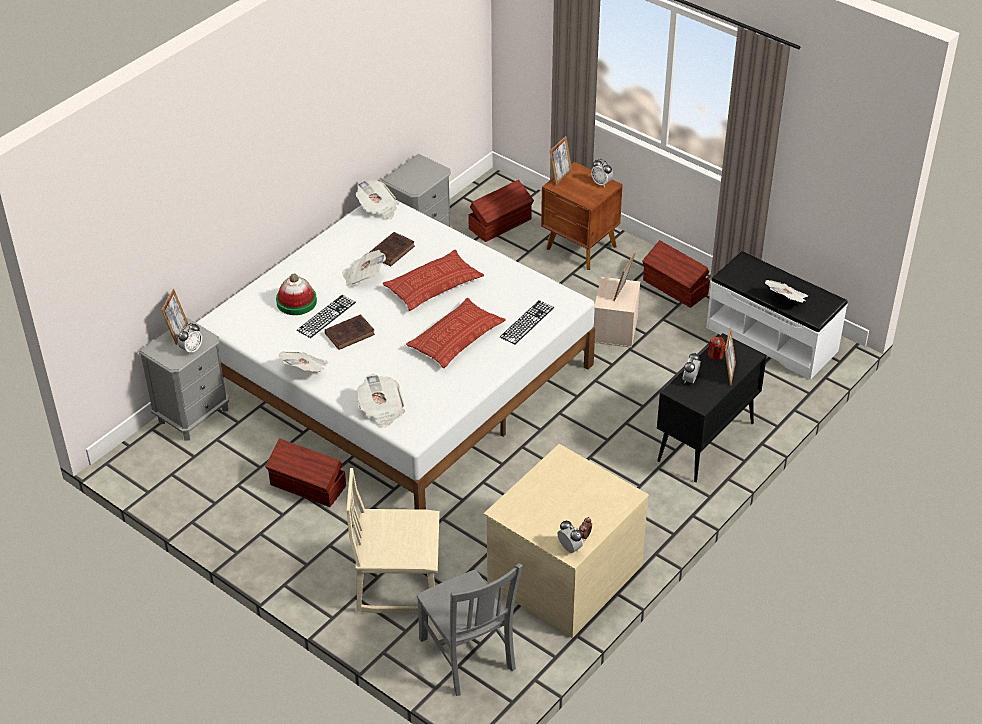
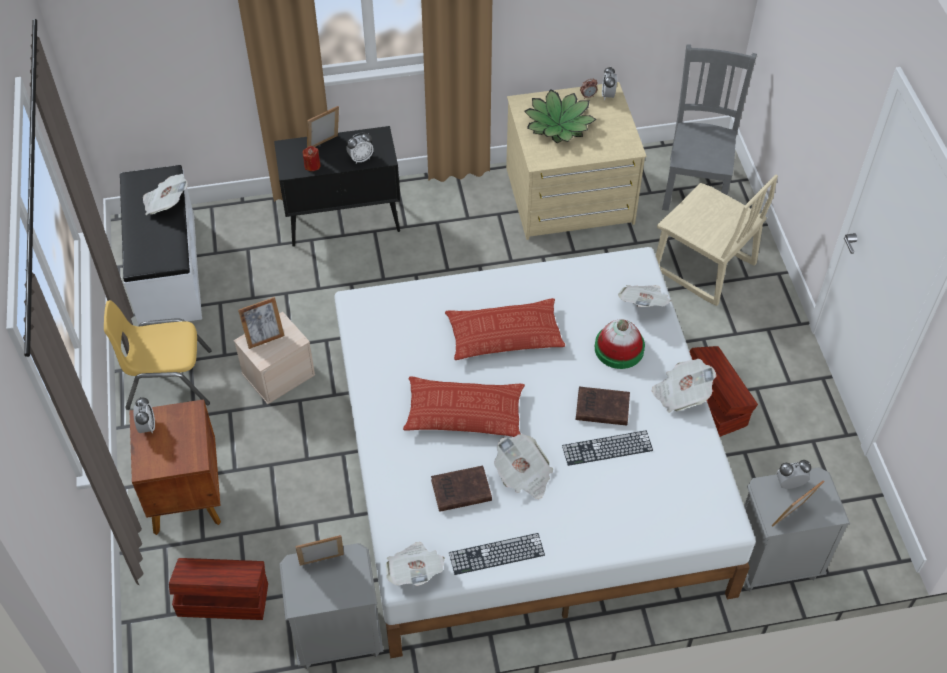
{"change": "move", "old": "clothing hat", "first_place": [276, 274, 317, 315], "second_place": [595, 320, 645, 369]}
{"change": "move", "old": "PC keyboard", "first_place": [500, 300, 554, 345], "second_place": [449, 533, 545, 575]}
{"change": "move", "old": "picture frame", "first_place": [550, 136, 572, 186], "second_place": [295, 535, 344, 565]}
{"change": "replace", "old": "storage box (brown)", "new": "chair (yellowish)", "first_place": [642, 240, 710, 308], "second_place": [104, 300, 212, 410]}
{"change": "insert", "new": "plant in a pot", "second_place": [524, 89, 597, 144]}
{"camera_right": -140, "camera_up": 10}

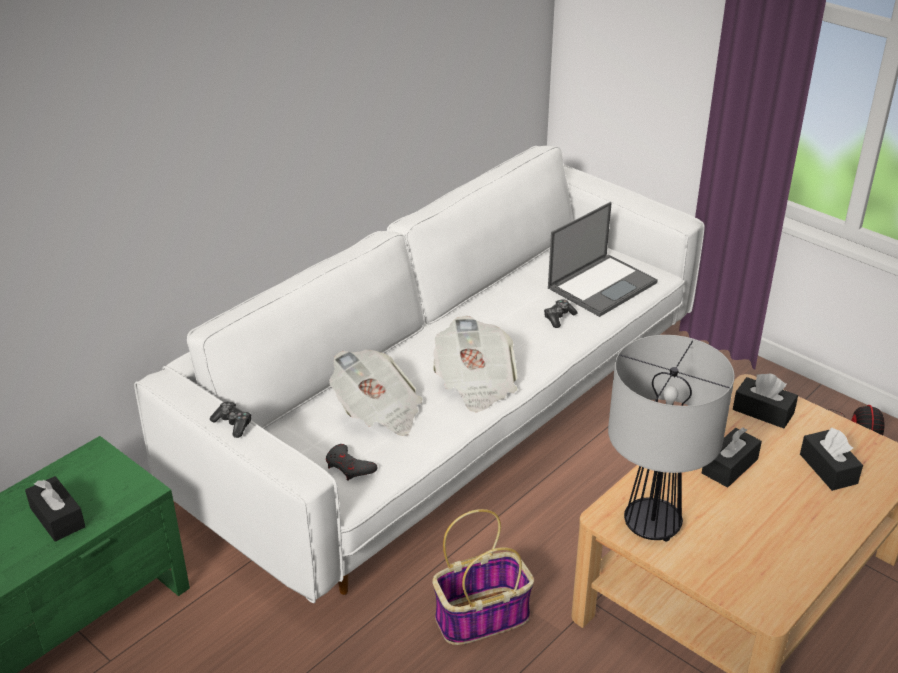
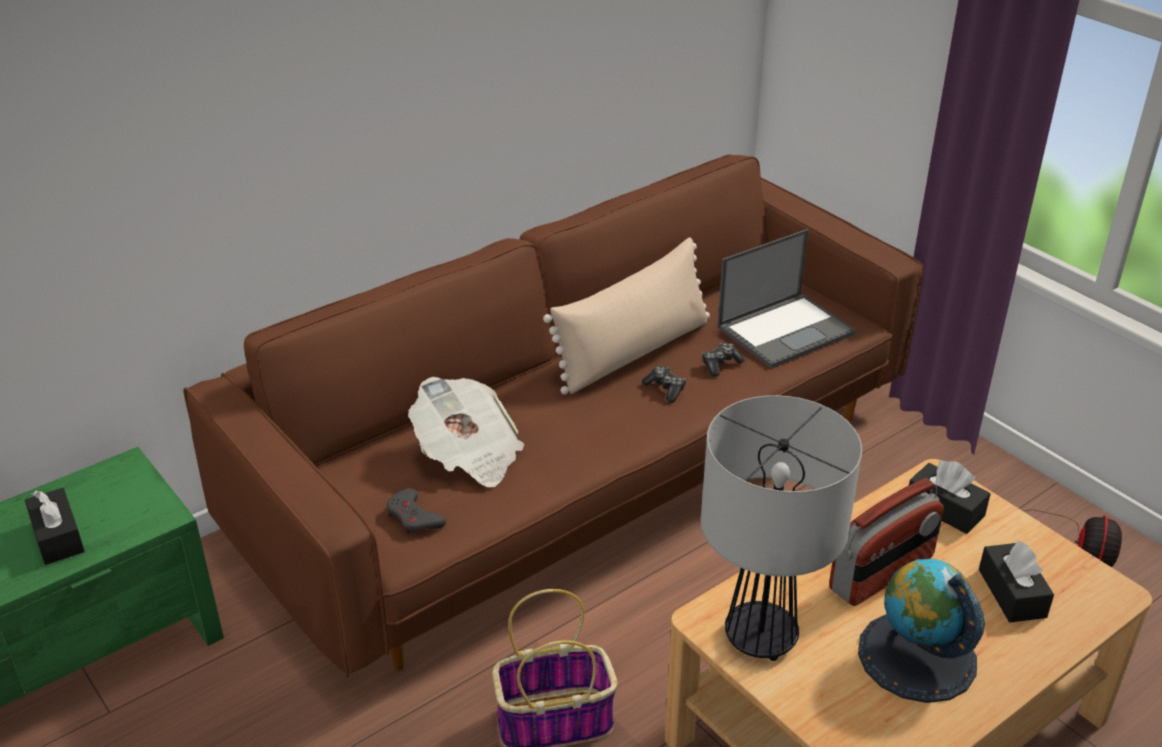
{"change": "recolor", "old": "sofa (whitish)", "new": "sofa (brown)", "first_place": [134, 146, 705, 603], "second_place": [183, 154, 924, 677]}
{"change": "move", "old": "gamepad", "first_place": [210, 402, 251, 438], "second_place": [642, 366, 686, 403]}
{"change": "delete", "old": "daily paper", "first_place": [433, 316, 517, 413]}
{"change": "replace", "old": "tissue holder (blackish)", "new": "radio set", "first_place": [702, 427, 762, 487], "second_place": [829, 478, 944, 606]}
{"change": "insert", "new": "throw pillow (beige)", "second_place": [543, 238, 710, 395]}
{"change": "insert", "new": "globe", "second_place": [858, 559, 985, 703]}
{"camera_right": 10, "camera_up": 0}

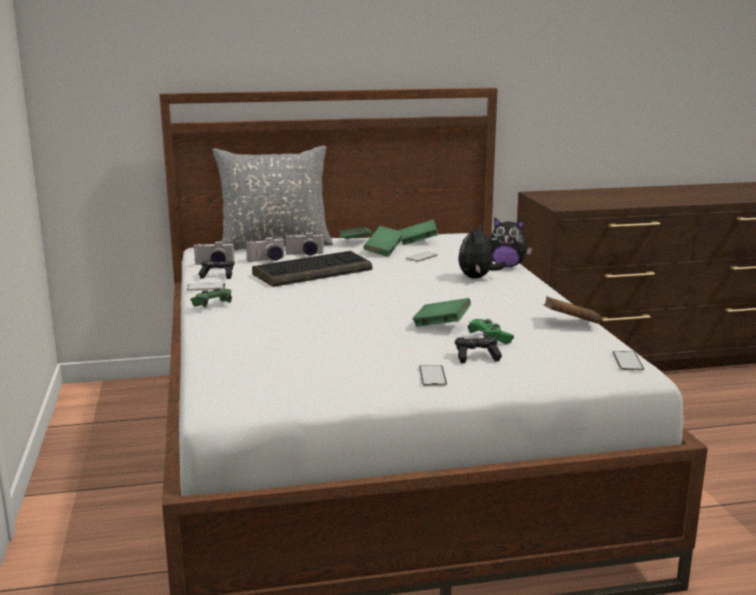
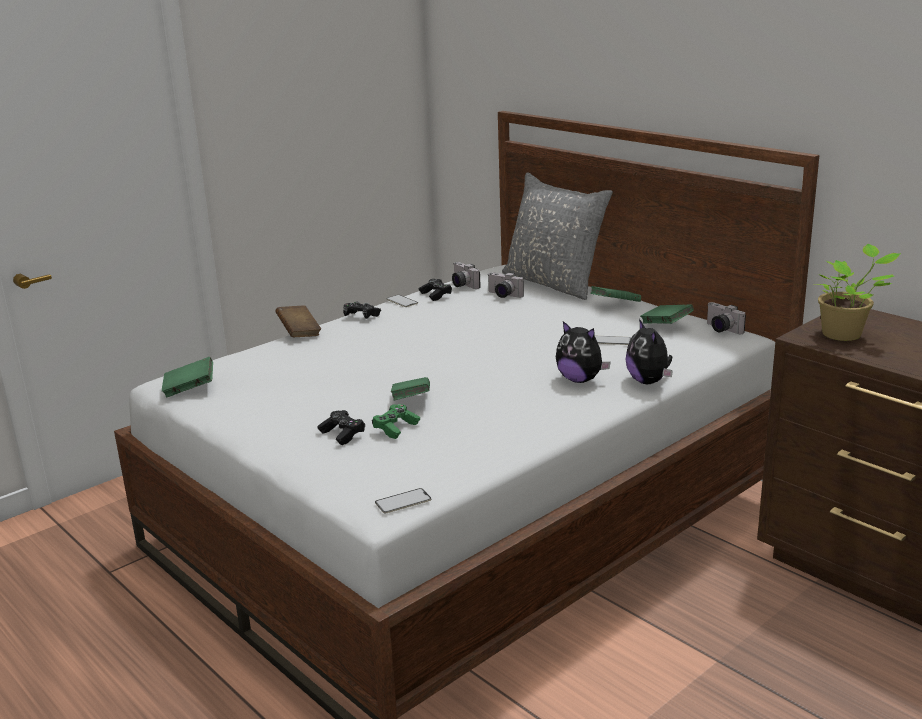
{"change": "recolor", "old": "gamepad (greenish)", "new": "gamepad (blackish)", "first_place": [190, 288, 232, 307], "second_place": [343, 301, 381, 319]}
{"change": "delete", "old": "PC keyboard", "first_place": [252, 251, 372, 287]}
{"change": "move", "old": "photo camera", "first_place": [285, 232, 324, 256], "second_place": [707, 302, 746, 334]}
{"change": "move", "old": "volume (greenish)", "first_place": [364, 226, 404, 257], "second_place": [162, 357, 213, 397]}
{"change": "delete", "old": "phone", "first_place": [419, 365, 447, 386]}
{"change": "rotate", "old": "cuddly toy", "first_place": [458, 224, 506, 279], "second_place": [556, 321, 611, 383], "degrees": -135}
{"change": "move", "old": "volume (brown)", "first_place": [544, 296, 601, 324], "second_place": [275, 305, 321, 337]}
{"change": "insert", "new": "plant in a pot", "second_place": [814, 244, 901, 341]}
{"camera_right": 60, "camera_up": 5}

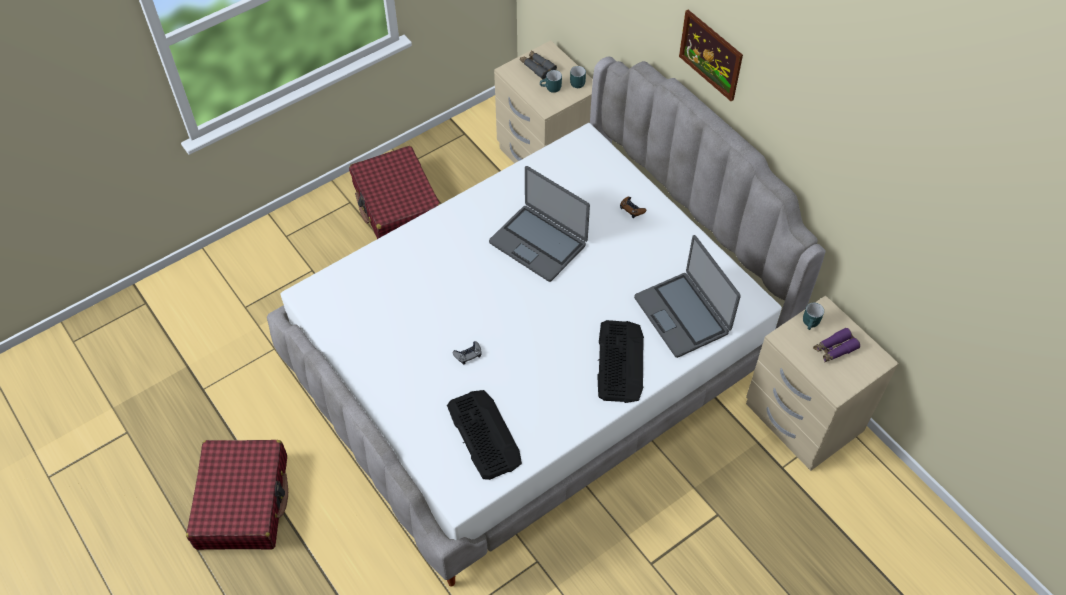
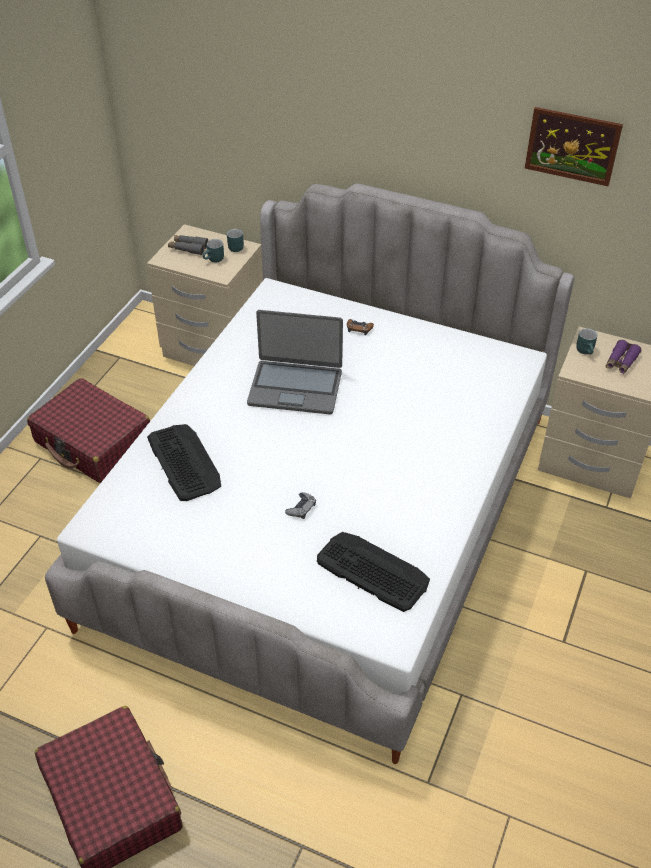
{"change": "move", "old": "PC keyboard", "first_place": [597, 320, 644, 403], "second_place": [147, 424, 221, 501]}
{"change": "delete", "old": "portable computer", "first_place": [634, 235, 741, 358]}
{"change": "move", "old": "picture", "first_place": [679, 10, 743, 101], "second_place": [525, 107, 623, 186]}
{"camera_right": -30, "camera_up": -10}

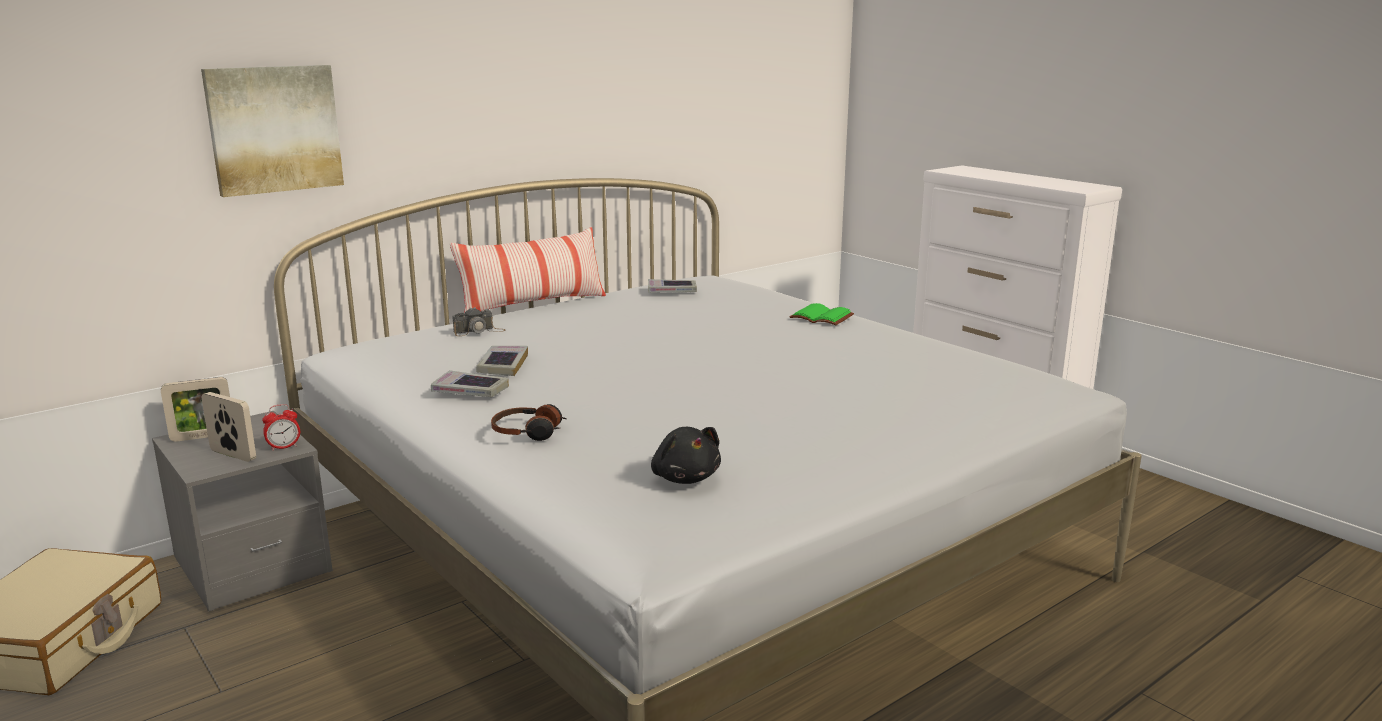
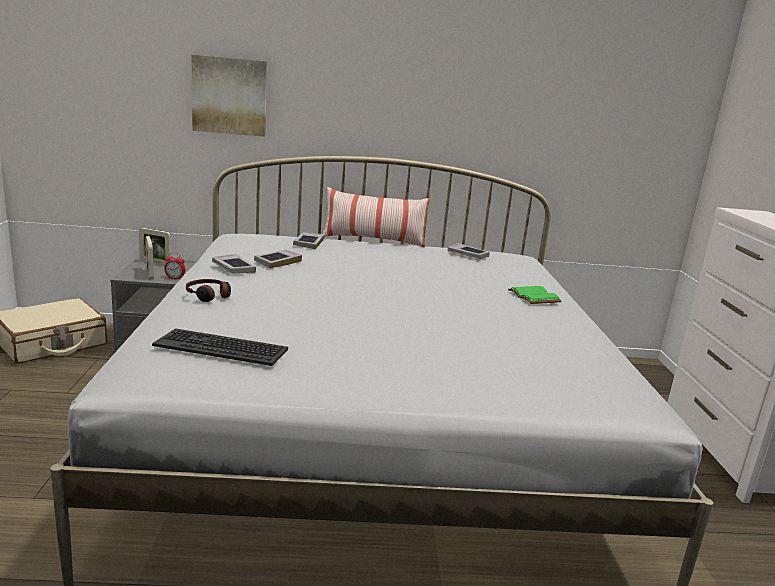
{"change": "replace", "old": "photo camera", "new": "volume", "first_place": [452, 307, 505, 336], "second_place": [293, 232, 324, 249]}
{"change": "replace", "old": "cuddly toy (blackish)", "new": "PC keyboard", "first_place": [651, 427, 721, 484], "second_place": [152, 328, 288, 366]}
{"camera_right": 35, "camera_up": 0}

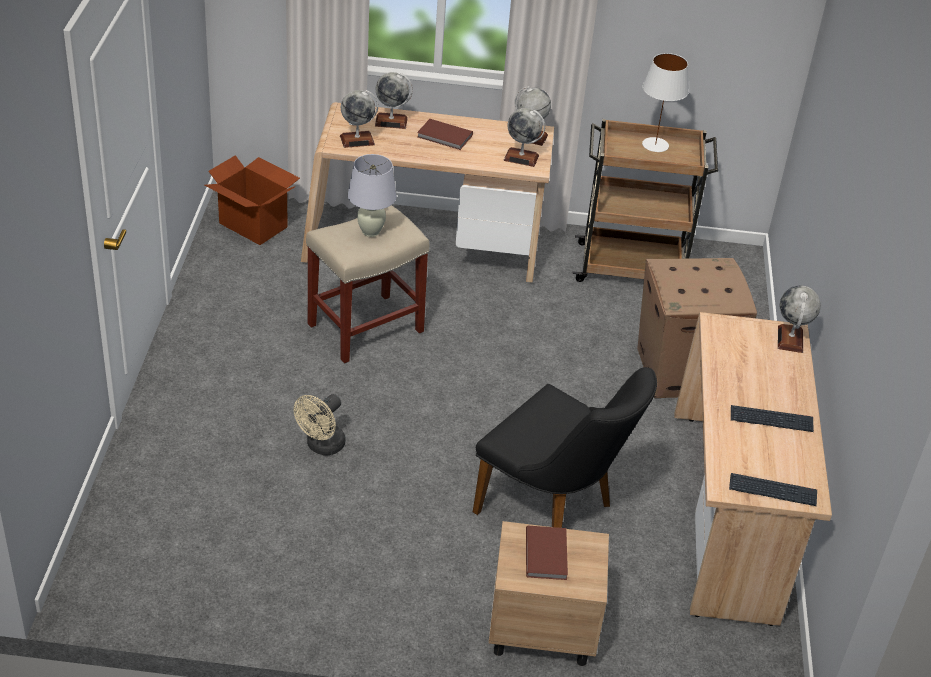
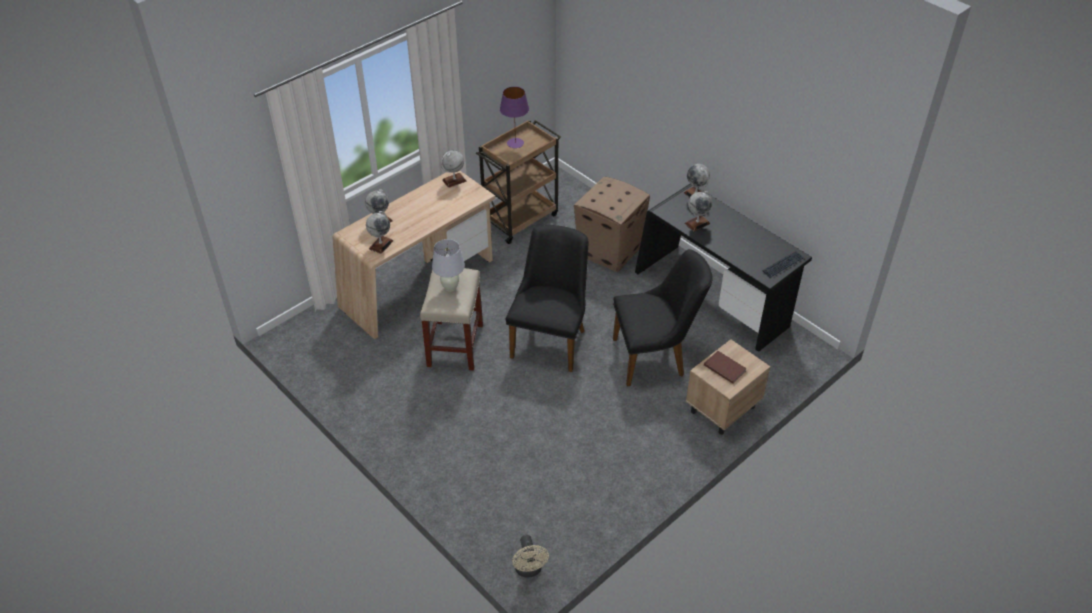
{"change": "delete", "old": "carton", "first_place": [205, 155, 300, 245]}
{"change": "move", "old": "electric fan (beige)", "first_place": [293, 394, 346, 455], "second_place": [512, 535, 549, 578]}
{"change": "delete", "old": "volume (brown)", "first_place": [417, 119, 473, 150]}
{"change": "move", "old": "globe", "first_place": [504, 108, 545, 167], "second_place": [685, 191, 712, 232]}
{"change": "recolor", "old": "table lamp (whitish)", "new": "table lamp (purple-coloured)", "first_place": [642, 53, 689, 152], "second_place": [500, 86, 529, 148]}
{"change": "recolor", "old": "desk unit (beige)", "new": "desk unit (blackish)", "first_place": [674, 312, 832, 626], "second_place": [635, 184, 812, 352]}
{"change": "delete", "old": "PC keyboard", "first_place": [731, 405, 814, 432]}
{"change": "insert", "new": "chair (blackish)", "second_place": [506, 225, 589, 372]}
{"camera_right": -45, "camera_up": 5}

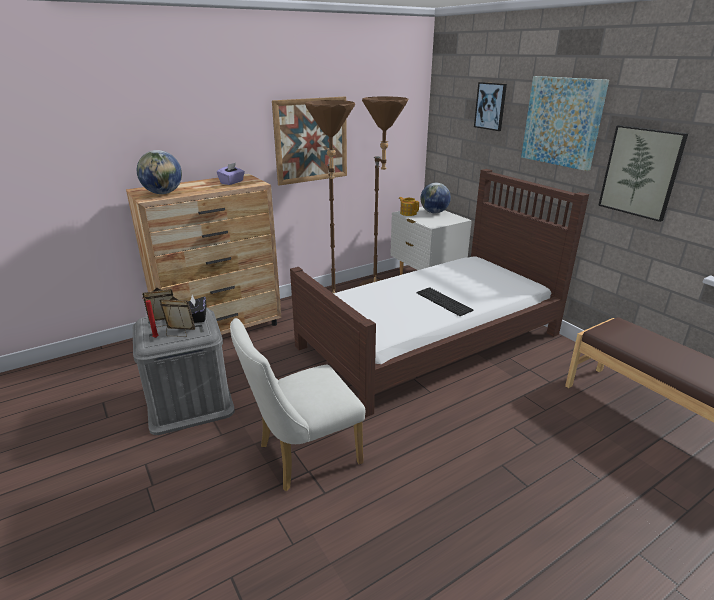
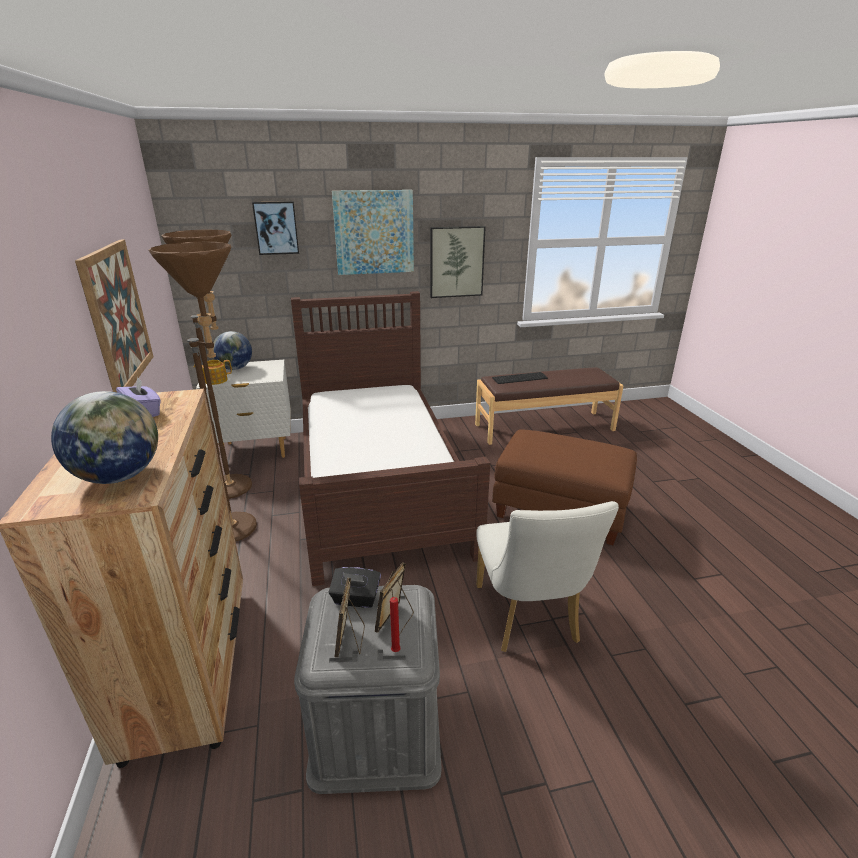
{"change": "move", "old": "PC keyboard", "first_place": [417, 287, 473, 316], "second_place": [492, 372, 548, 384]}
{"change": "insert", "new": "footrest (brown)", "second_place": [492, 429, 637, 545]}
{"camera_right": -70, "camera_up": 0}

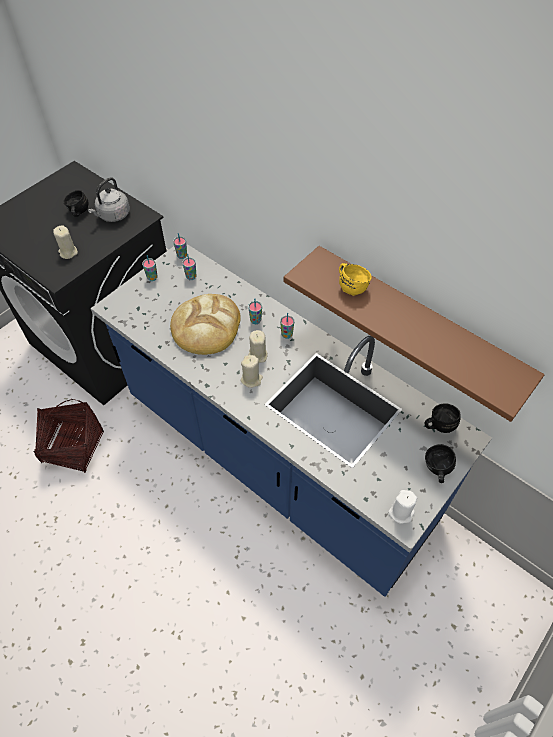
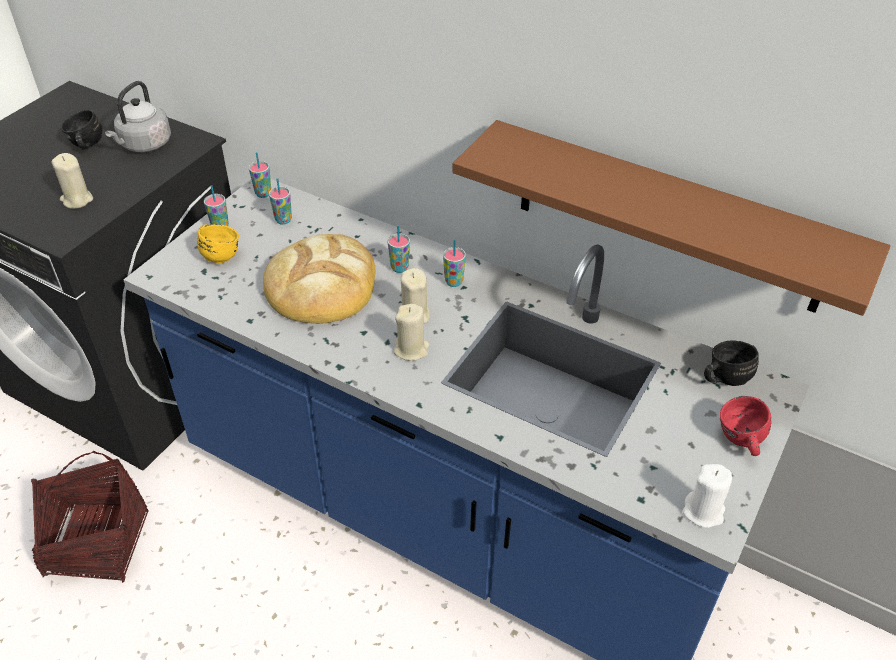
{"change": "move", "old": "mug (yellowish)", "first_place": [339, 263, 372, 296], "second_place": [197, 224, 239, 264]}
{"change": "recolor", "old": "mug (blackish)", "new": "mug (reddish)", "first_place": [425, 444, 456, 483], "second_place": [720, 396, 771, 456]}
{"camera_right": -10, "camera_up": -10}

